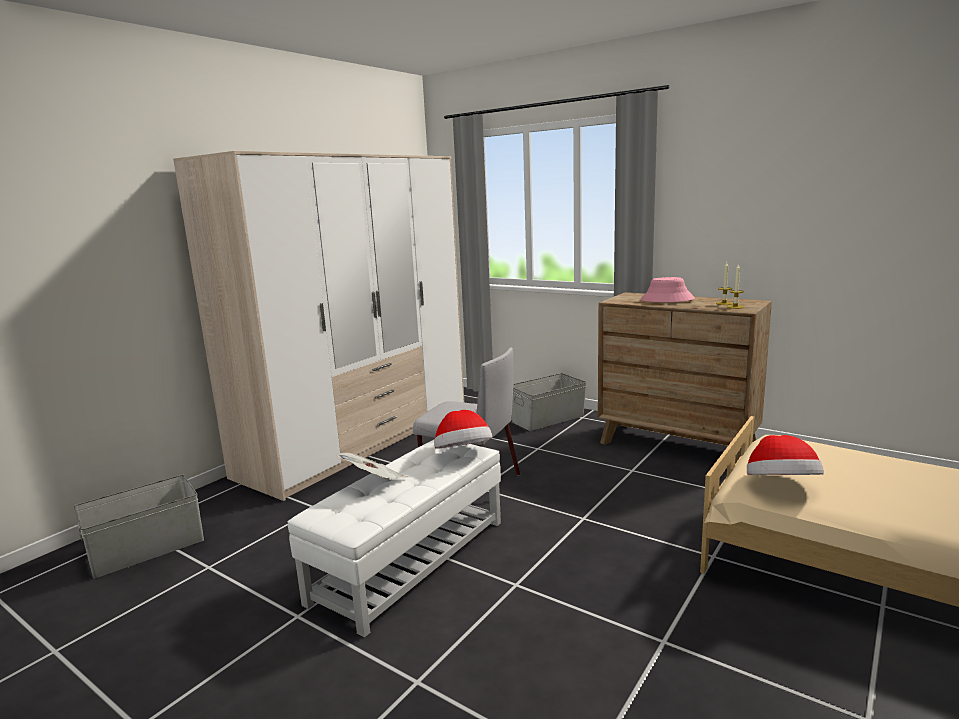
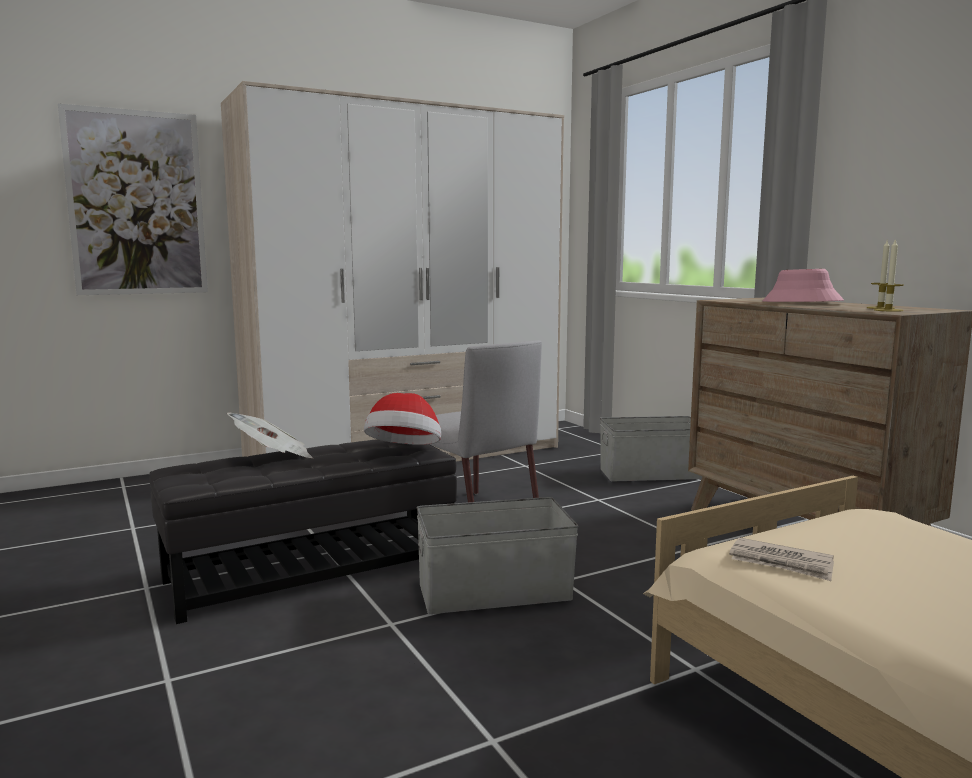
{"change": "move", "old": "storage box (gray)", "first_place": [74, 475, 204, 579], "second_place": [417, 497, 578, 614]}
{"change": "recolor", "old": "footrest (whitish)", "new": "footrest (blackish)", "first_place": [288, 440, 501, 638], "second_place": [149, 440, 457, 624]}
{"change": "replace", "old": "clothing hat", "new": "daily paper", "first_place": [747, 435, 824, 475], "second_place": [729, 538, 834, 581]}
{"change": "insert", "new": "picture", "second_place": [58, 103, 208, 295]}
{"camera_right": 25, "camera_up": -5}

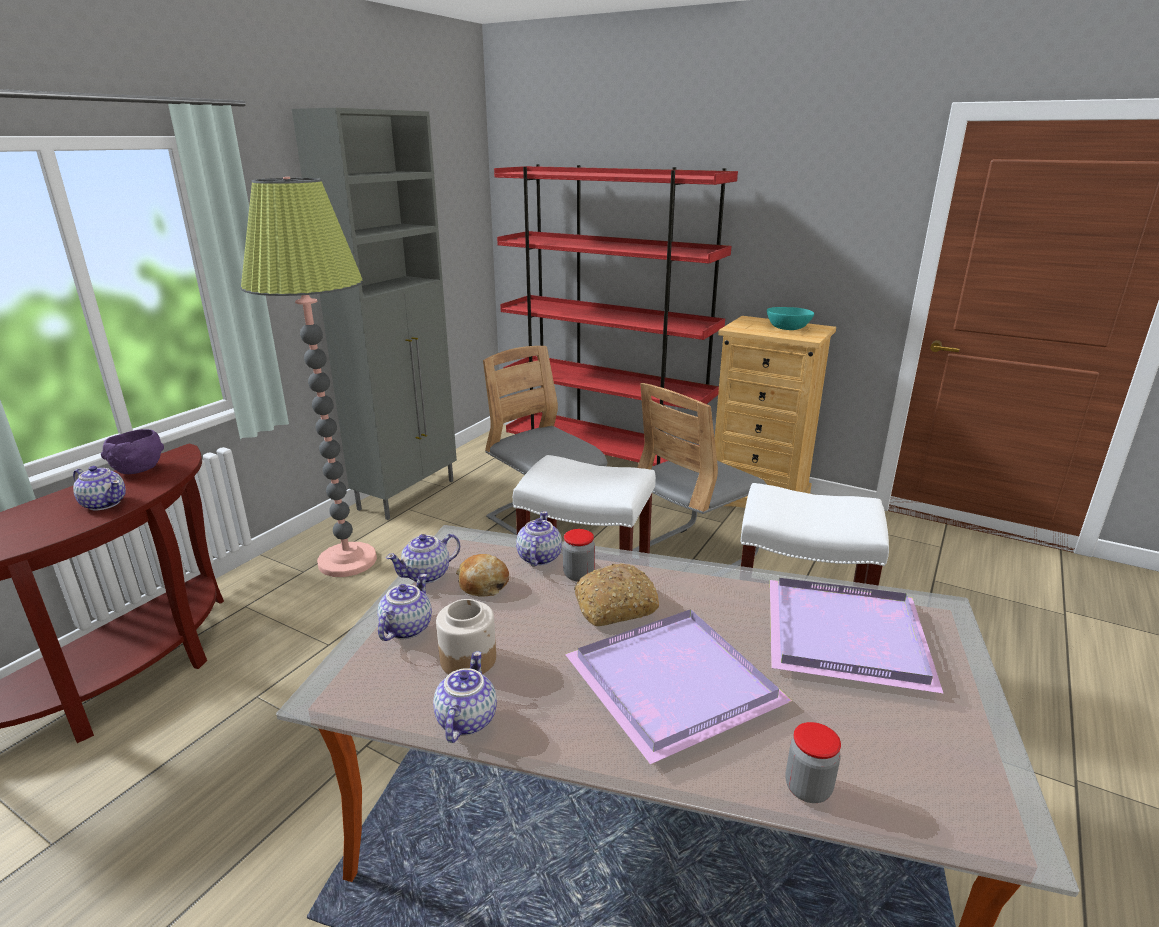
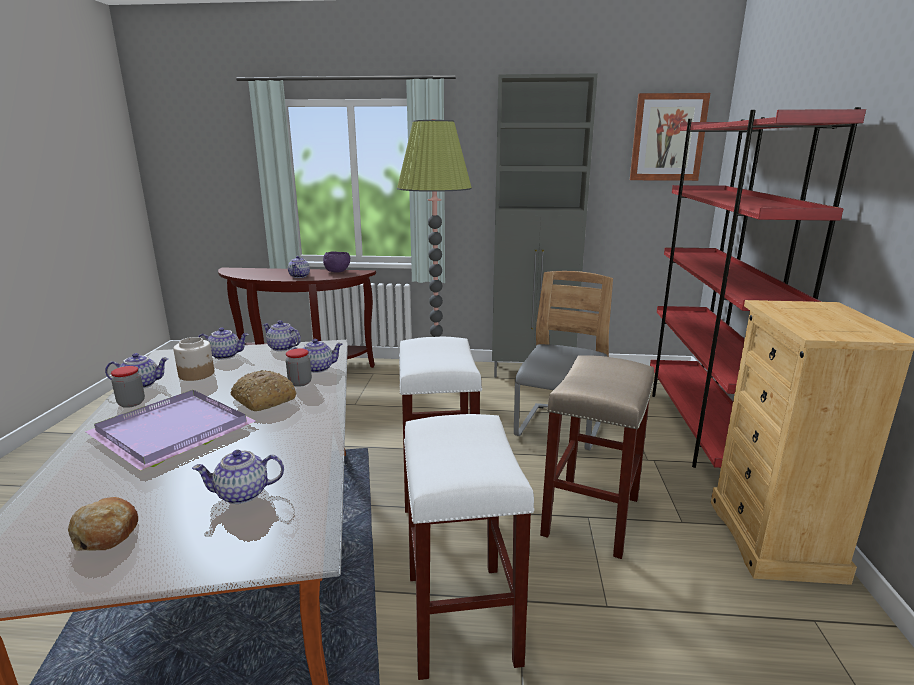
{"change": "move", "old": "baked bread", "first_place": [456, 554, 509, 597], "second_place": [68, 497, 138, 551]}
{"change": "replace", "old": "chair (gray)", "new": "stool seat (beige)", "first_place": [632, 383, 767, 566], "second_place": [540, 355, 654, 559]}
{"change": "delete", "old": "deep dish (turquoise)", "first_place": [767, 307, 814, 330]}
{"change": "replace", "old": "serving tray (purple-coloured)", "new": "tea pot", "first_place": [770, 578, 944, 694], "second_place": [192, 450, 284, 504]}
{"change": "move", "old": "storage jar", "first_place": [785, 722, 841, 803], "second_place": [111, 366, 145, 408]}
{"change": "insert", "new": "picture", "second_place": [630, 93, 710, 181]}
{"camera_right": 65, "camera_up": -5}

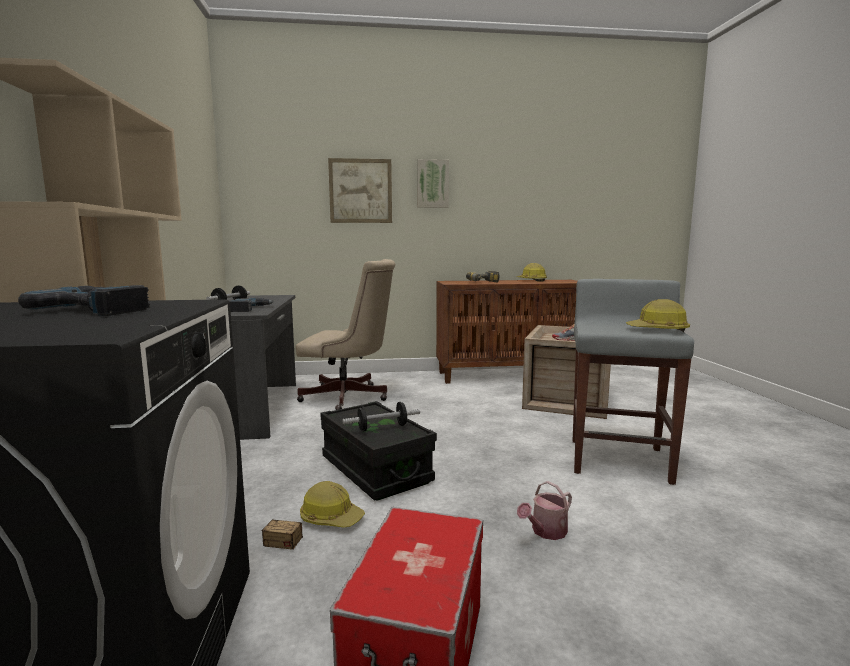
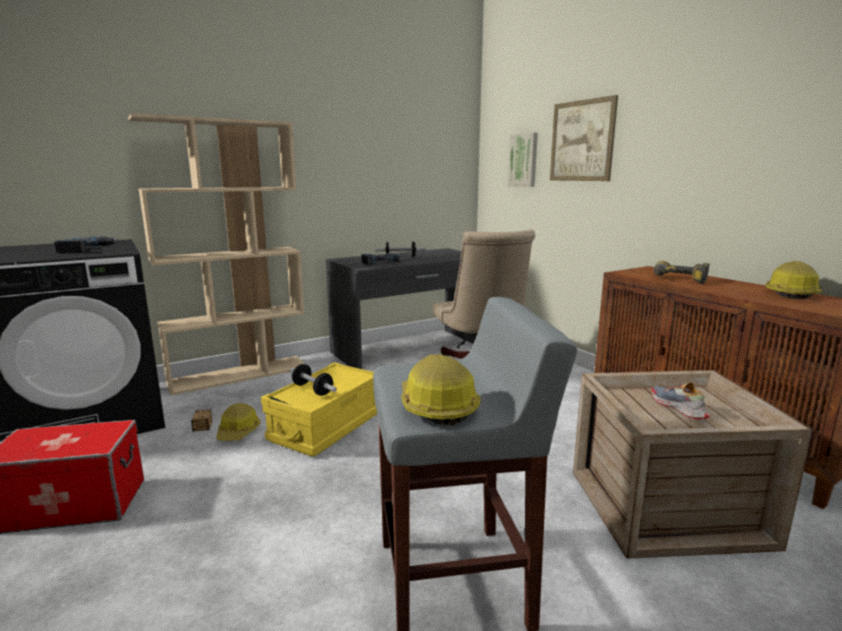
{"change": "recolor", "old": "storage box (blackish)", "new": "storage box (yellowish)", "first_place": [320, 401, 437, 501], "second_place": [261, 362, 377, 456]}
{"change": "move", "old": "picture", "first_place": [417, 159, 449, 208], "second_place": [508, 133, 538, 187]}
{"change": "delete", "old": "watering pot", "first_place": [517, 481, 572, 540]}
{"camera_right": 65, "camera_up": 5}

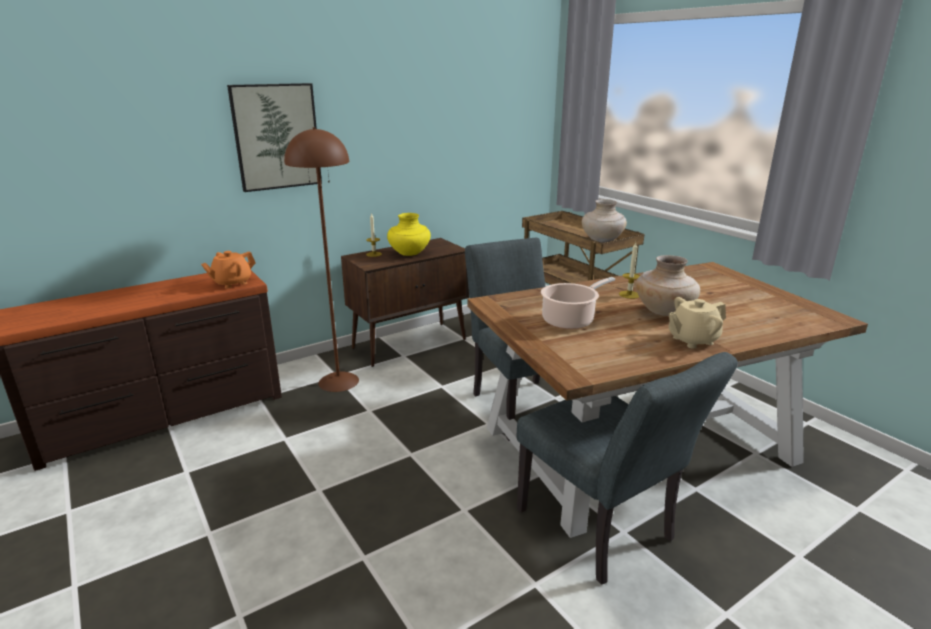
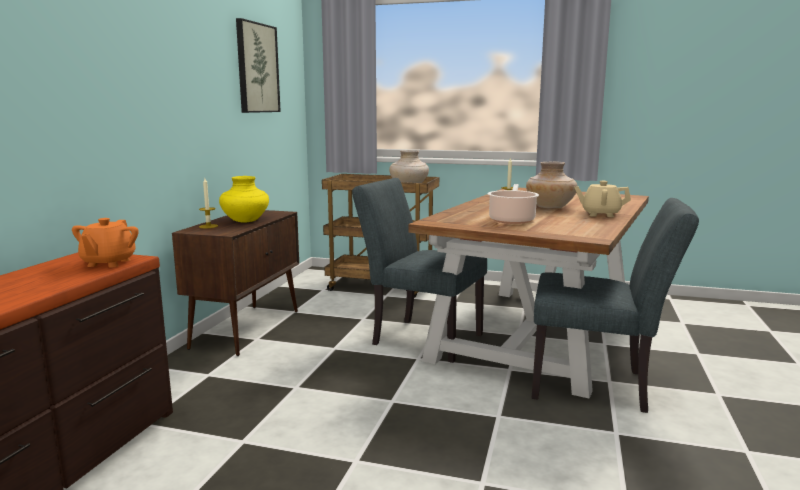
{"change": "move", "old": "picture", "first_place": [227, 83, 322, 192], "second_place": [236, 18, 281, 113]}
{"change": "delete", "old": "standard lamp (brown)", "first_place": [284, 127, 359, 392]}
{"change": "rotate", "old": "tea pot (beige)", "first_place": [668, 297, 726, 349], "second_place": [574, 181, 631, 217], "degrees": 75}
{"camera_right": -40, "camera_up": -10}

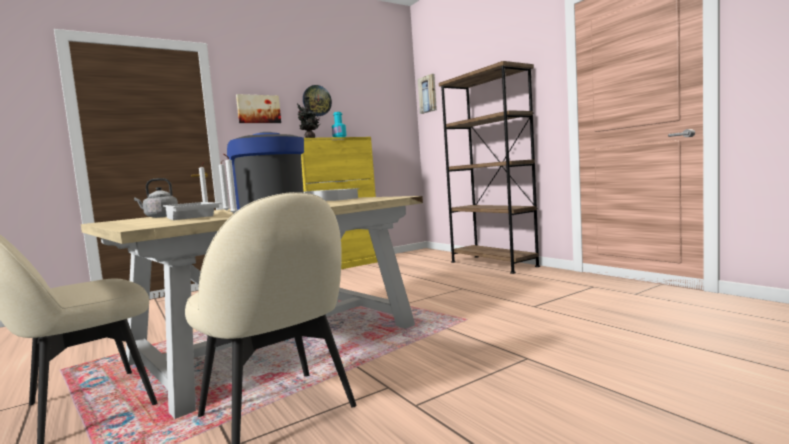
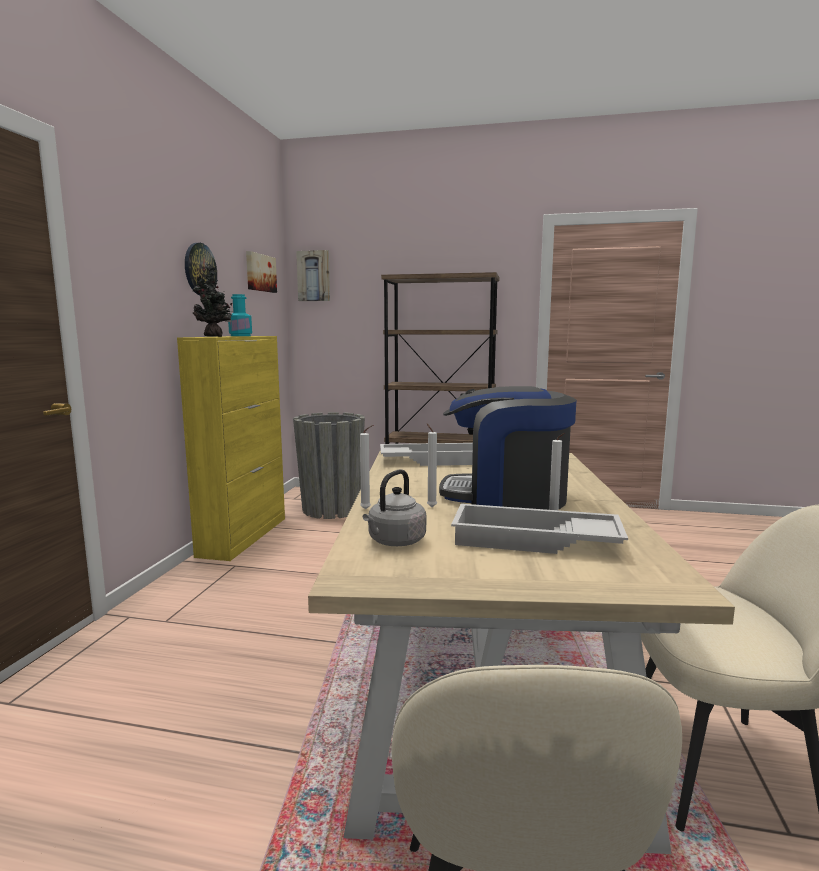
{"change": "move", "old": "picture", "first_place": [236, 94, 281, 123], "second_place": [246, 251, 277, 293]}
{"change": "insert", "new": "flower pot (gray)", "second_place": [293, 412, 365, 519]}
{"camera_right": -45, "camera_up": 5}

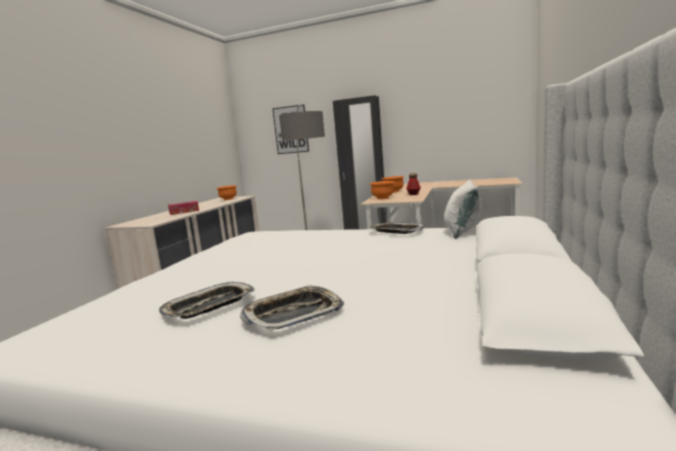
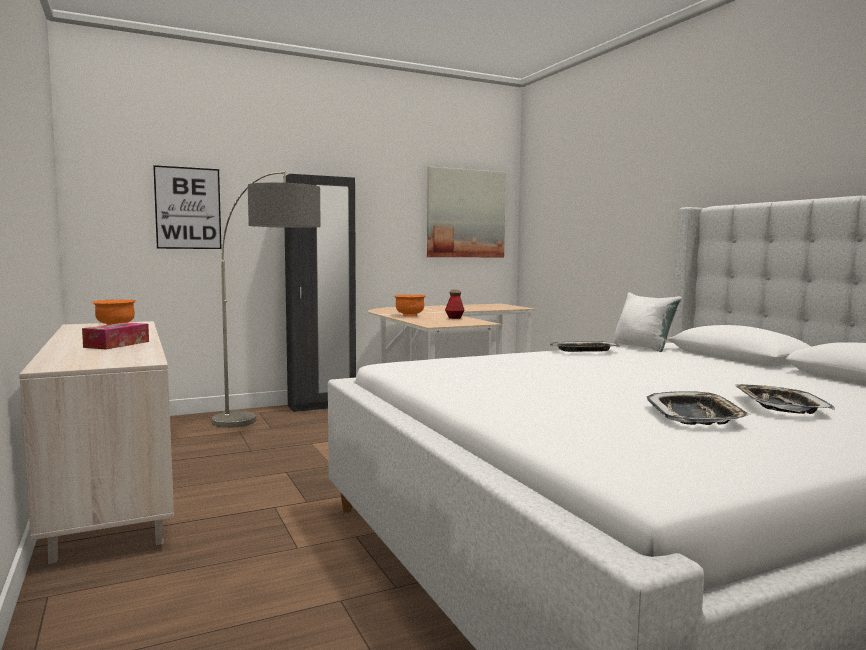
{"change": "delete", "old": "deep dish (orange-coloured)", "first_place": [369, 181, 395, 199]}
{"change": "insert", "new": "picture", "second_place": [427, 167, 506, 257]}
{"camera_right": -45, "camera_up": -5}

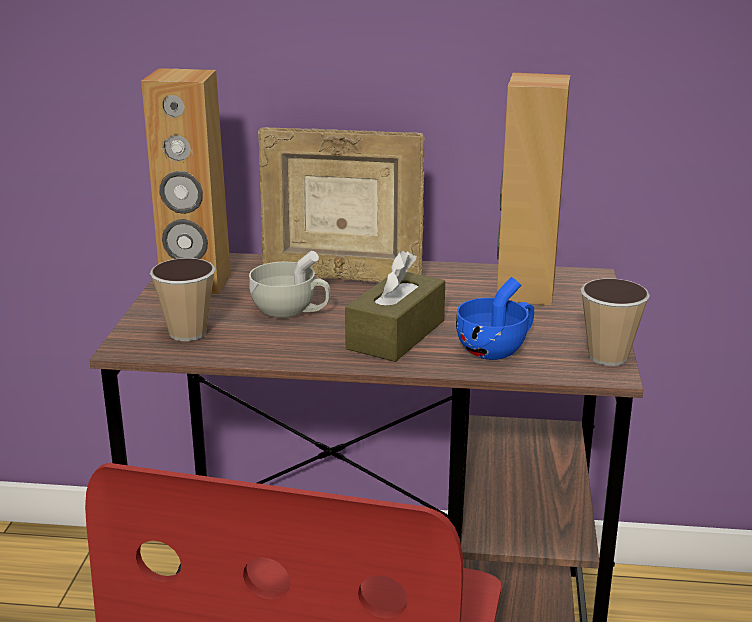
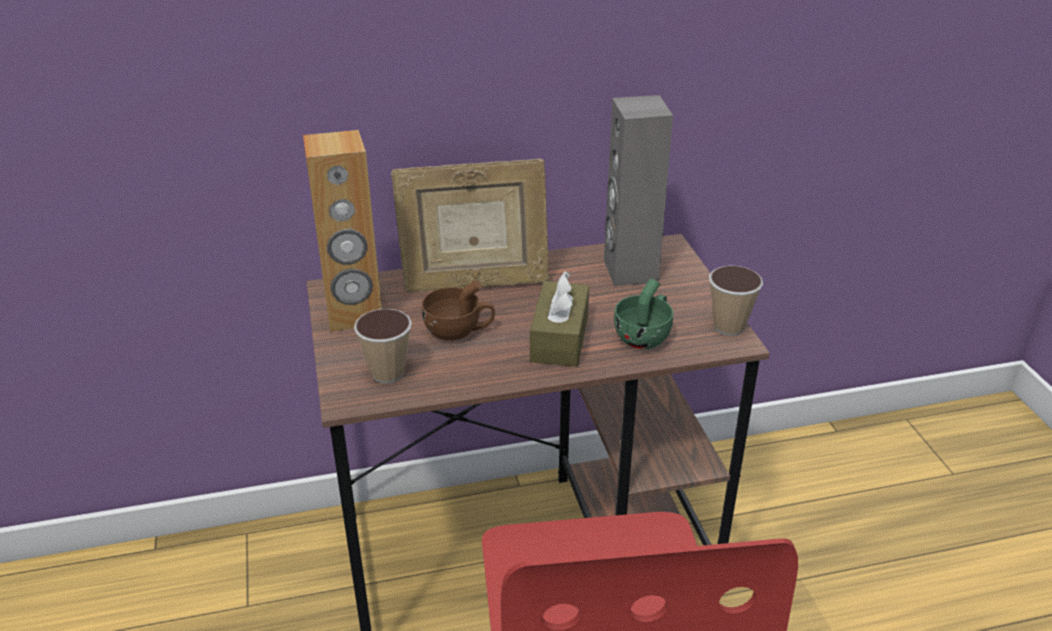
{"change": "recolor", "old": "small cup (whitish)", "new": "small cup (brown)", "first_place": [249, 251, 331, 318], "second_place": [422, 280, 495, 341]}
{"change": "recolor", "old": "small cup (blue-coloured)", "new": "small cup (greenish)", "first_place": [456, 277, 534, 360], "second_place": [614, 278, 673, 349]}
{"change": "recolor", "old": "audio speaker (brown)", "new": "audio speaker (gray)", "first_place": [497, 73, 570, 306], "second_place": [604, 95, 673, 286]}
{"camera_right": -20, "camera_up": 10}

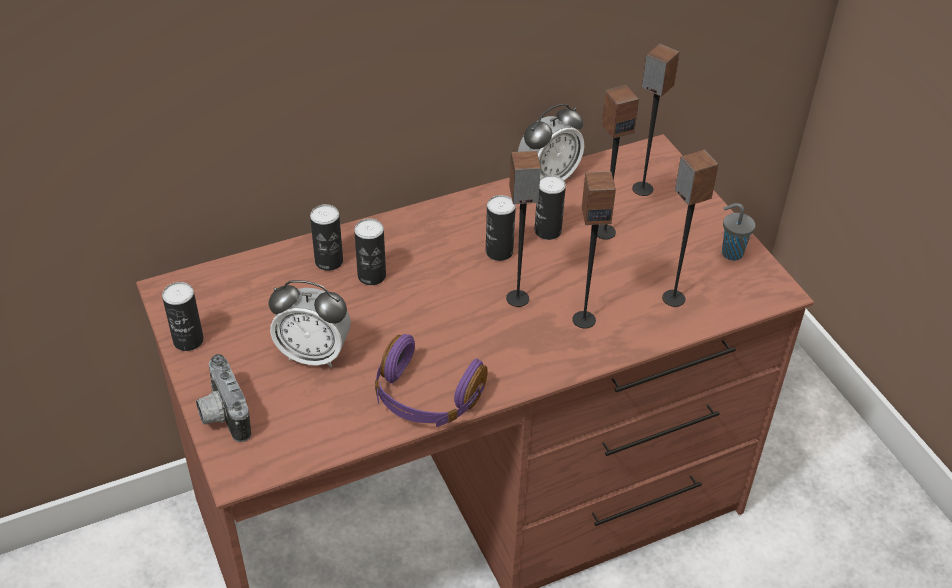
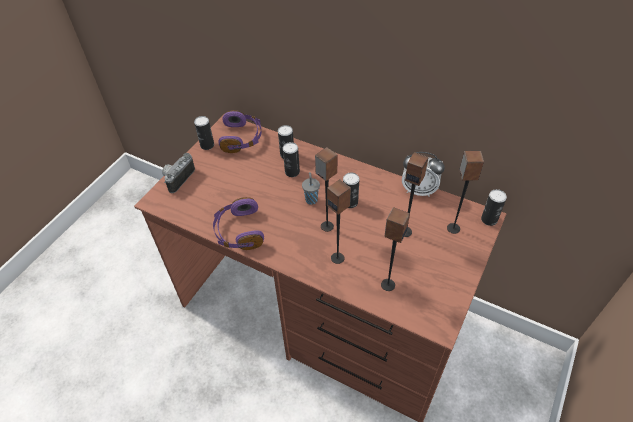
{"change": "delete", "old": "alarm clock", "first_place": [268, 280, 351, 367]}
{"change": "move", "old": "metal can", "first_place": [534, 175, 566, 240], "second_place": [481, 189, 507, 226]}
{"change": "move", "old": "small cup (gray)", "first_place": [722, 203, 755, 261], "second_place": [302, 172, 320, 205]}
{"change": "insert", "new": "pair of headphones (purple-coloured)", "second_place": [218, 110, 262, 153]}
{"camera_right": 55, "camera_up": 5}

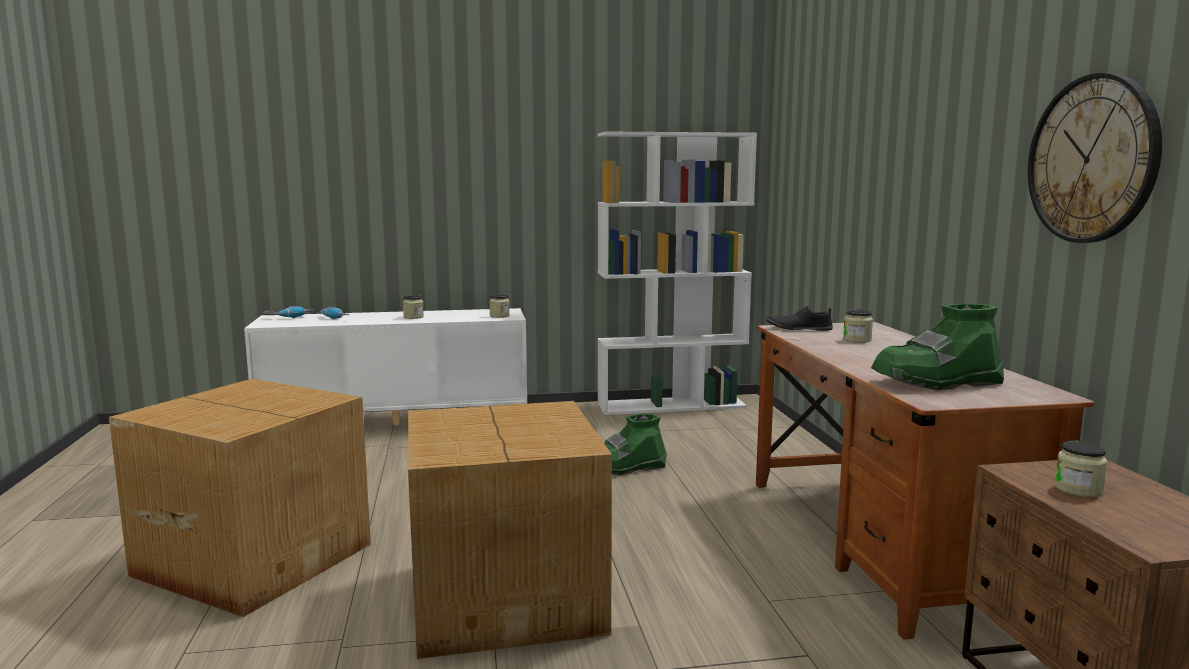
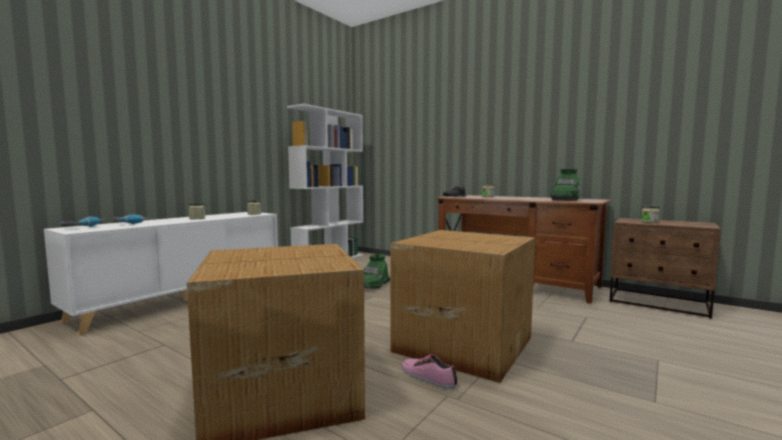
{"change": "delete", "old": "wall clock", "first_place": [1028, 73, 1162, 243]}
{"change": "insert", "new": "shoe", "second_place": [402, 354, 458, 389]}
{"camera_right": -45, "camera_up": -5}

